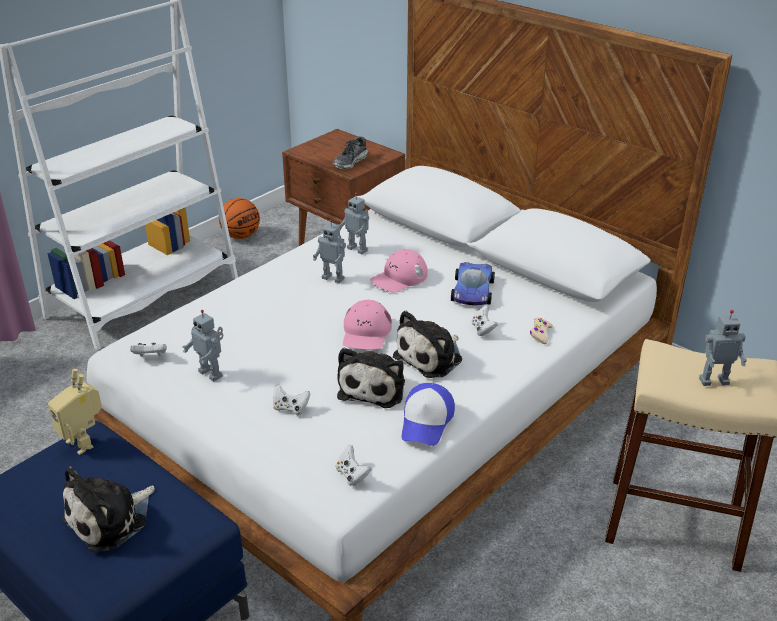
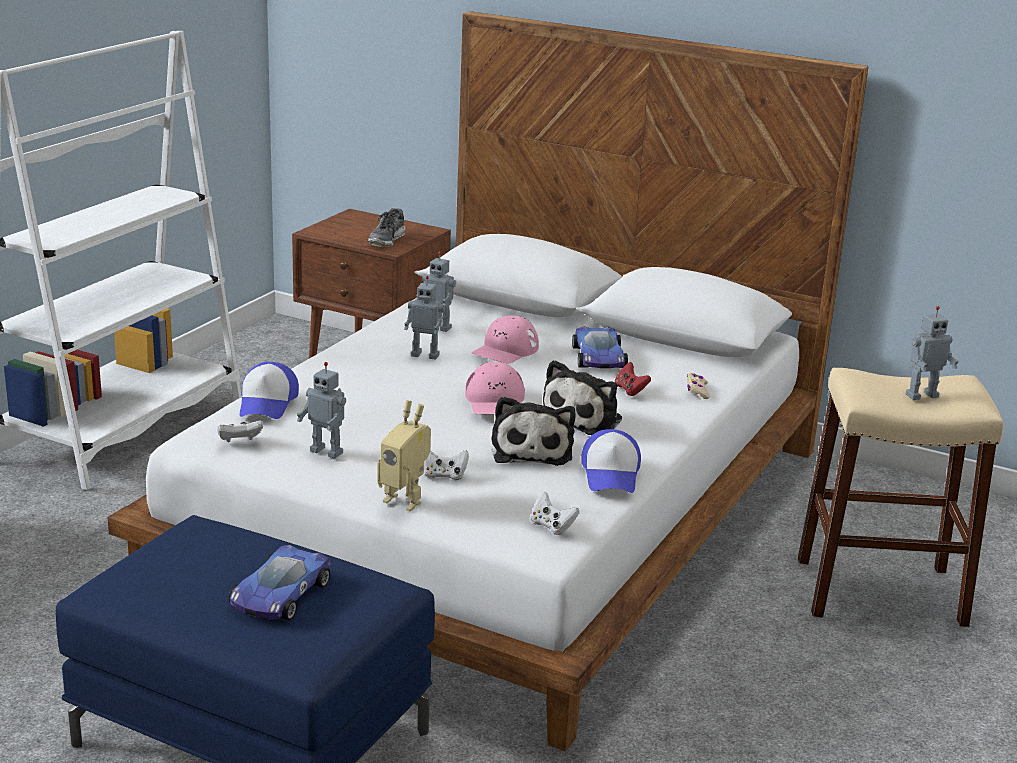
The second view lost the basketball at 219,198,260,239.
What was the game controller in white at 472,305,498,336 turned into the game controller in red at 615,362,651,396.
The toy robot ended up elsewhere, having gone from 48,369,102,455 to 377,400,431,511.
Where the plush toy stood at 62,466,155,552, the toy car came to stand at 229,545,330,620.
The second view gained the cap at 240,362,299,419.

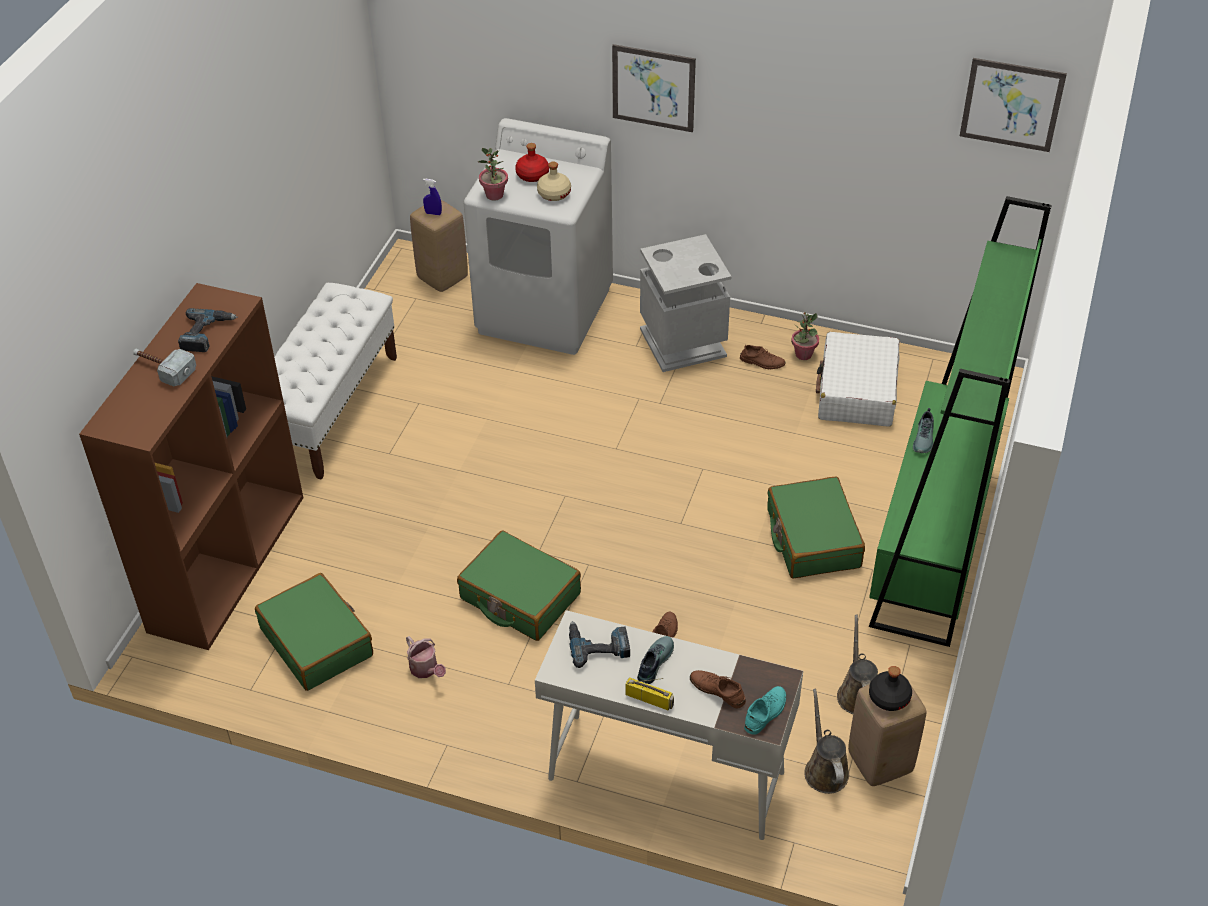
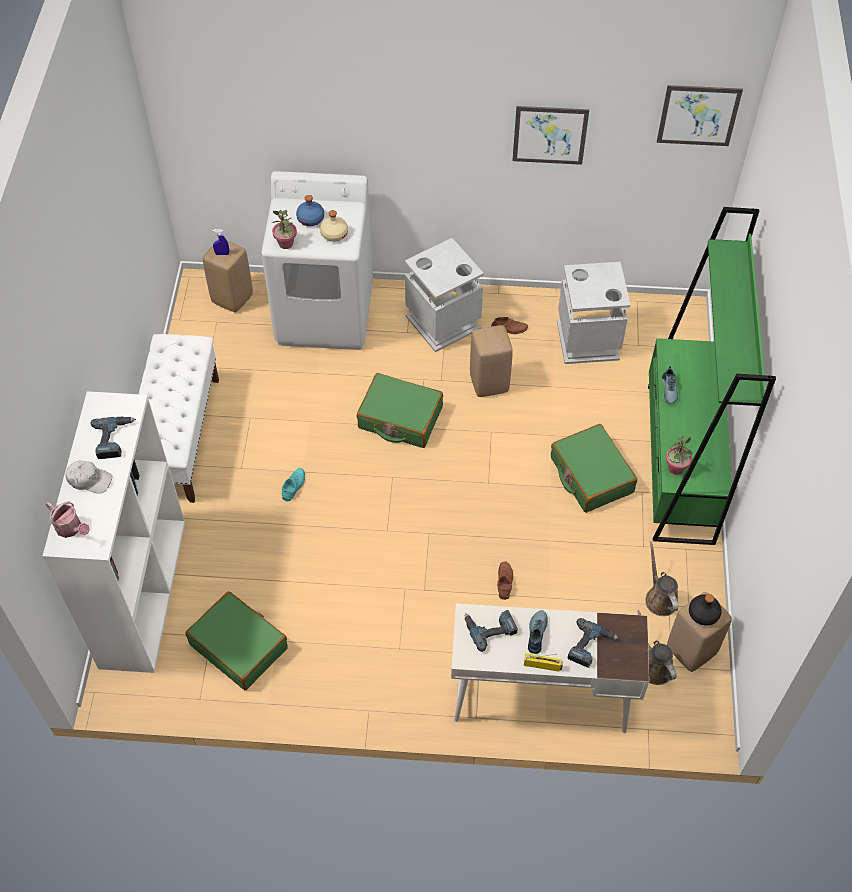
The picture ended up elsewhere, having gone from 612,44,696,132 to 512,106,589,165.
What was the bottle in red at 515,143,549,182 turned into the bottle in blue at 296,195,324,226.
What was the bookcase in brown at 79,283,303,650 turned into the bookcase in white at 43,391,185,673.
The potted plant ended up elsewhere, having gone from 791,312,819,360 to 666,436,693,475.
Where the suitcase in white stood at 816,332,900,427, the trash can in grey came to stand at 557,262,630,364.
Where the hammer stood at 133,348,196,386, the cap in white came to stand at 66,460,112,494.
The suitcase in green ended up elsewhere, having gone from 457,531,581,641 to 357,373,443,448.
The watering can ended up elsewhere, having gone from 406,636,446,678 to 46,501,90,538.
Where the shoe in brown stood at 690,670,746,708, the power drill came to stand at 567,618,619,668.
The shoe in turquoise ended up elsewhere, having gone from 744,686,786,735 to 282,468,305,501.
The second view gained the stool in beige at 470,325,513,397.

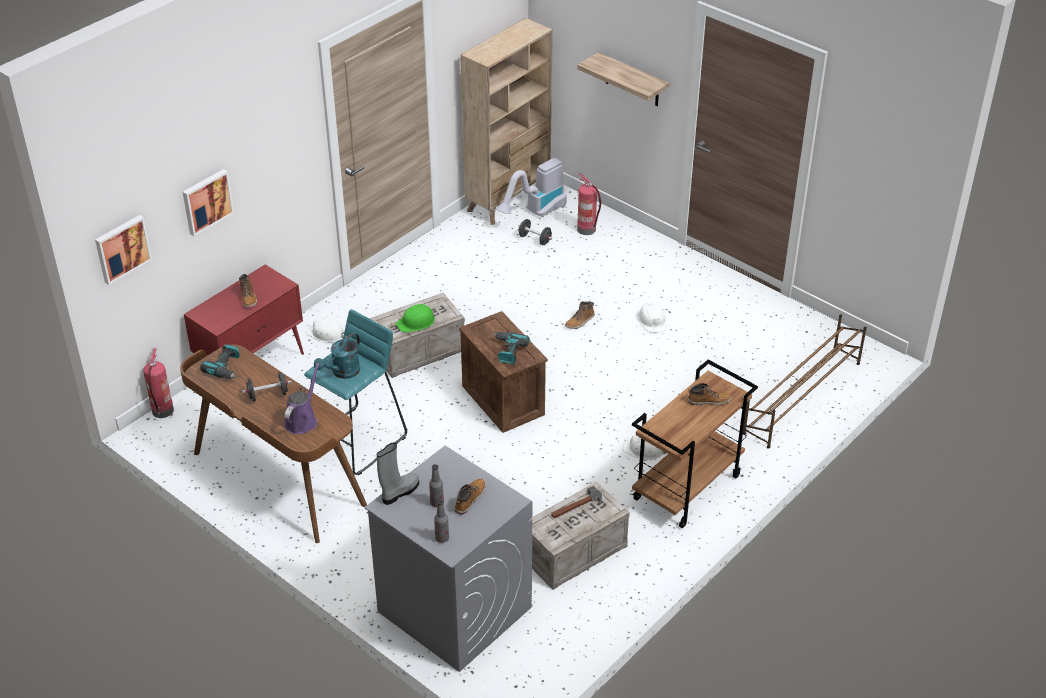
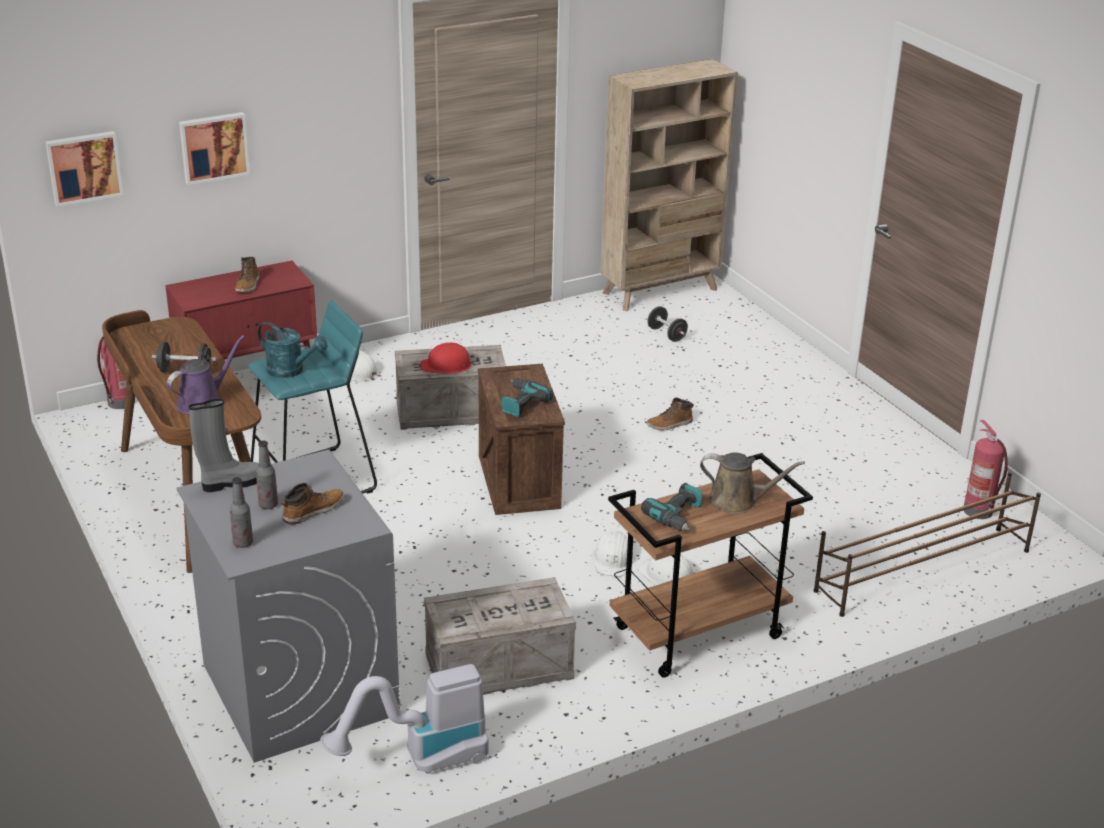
The second view lost the shelf at 577,52,669,106.
The vacuum cleaner ended up elsewhere, having gone from 496,158,567,217 to 320,664,488,774.
The fire extinguisher ended up elsewhere, having gone from 577,174,601,235 to 964,420,1008,519.
The hard hat in white ended up elsewhere, having gone from 638,302,666,333 to 593,531,634,577.
What was the hard hat in green at 396,304,435,333 turned into the hard hat in red at 420,343,474,374.
The watering can in turquoise at 314,333,360,379 ended up facing another way, 120 degrees counterclockwise from before.
The power drill ended up elsewhere, having gone from 200,344,240,379 to 641,483,703,531.
Where the boot stood at 688,383,732,405, the watering can in brown came to stand at 700,452,805,514.
The second view lost the hammer at 551,486,602,518.

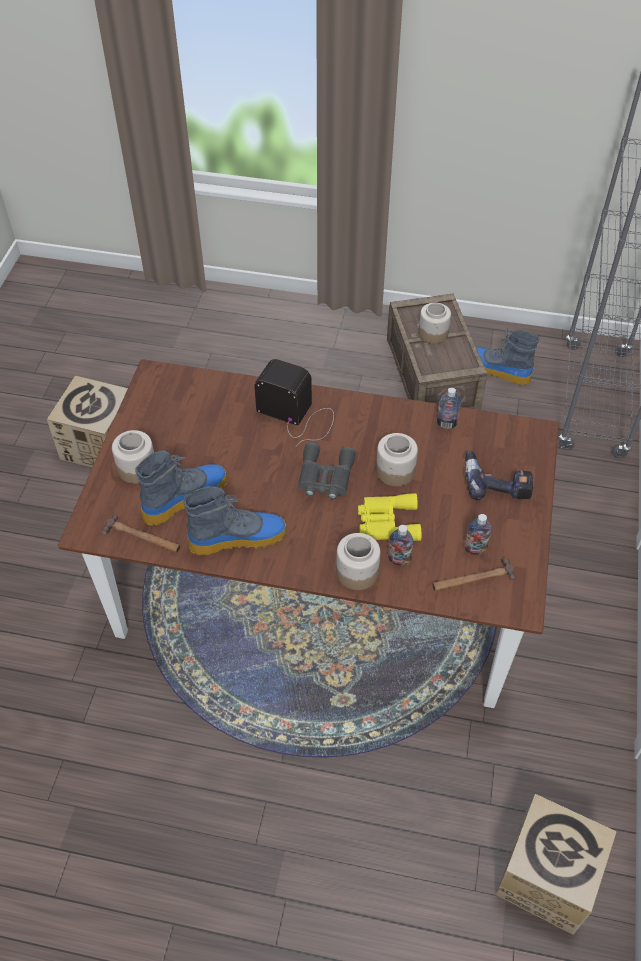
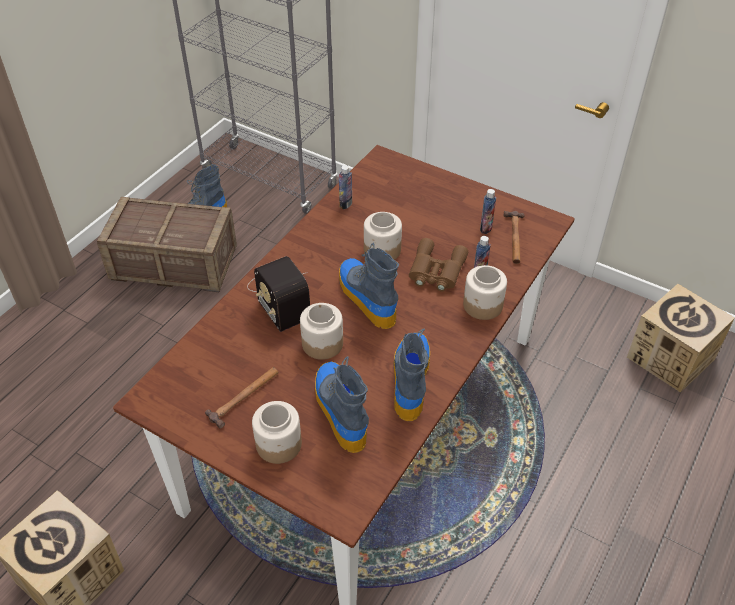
The jar ended up elsewhere, having gone from 418,303,451,344 to 300,303,343,360.
The radio at 254,359,334,447 ended up facing another way, 75 degrees counterclockwise from before.
Where the binoculars in grey stood at 298,442,356,500, the boot came to stand at 339,243,399,329.
The second view lost the power drill at 465,451,533,500.
What was the binoculars in yellow at 358,493,421,541 turned into the binoculars in brown at 409,238,468,292.
The hammer ended up elsewhere, having gone from 101,515,180,552 to 205,367,278,429.

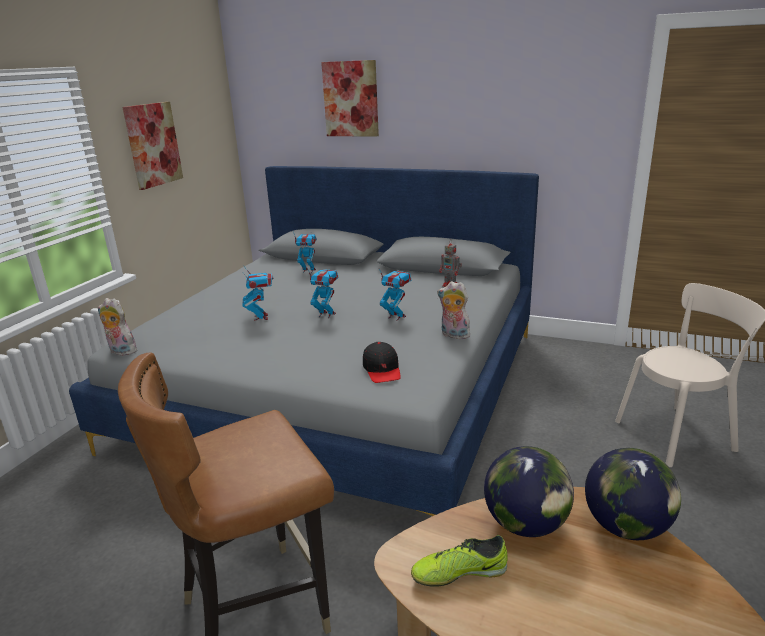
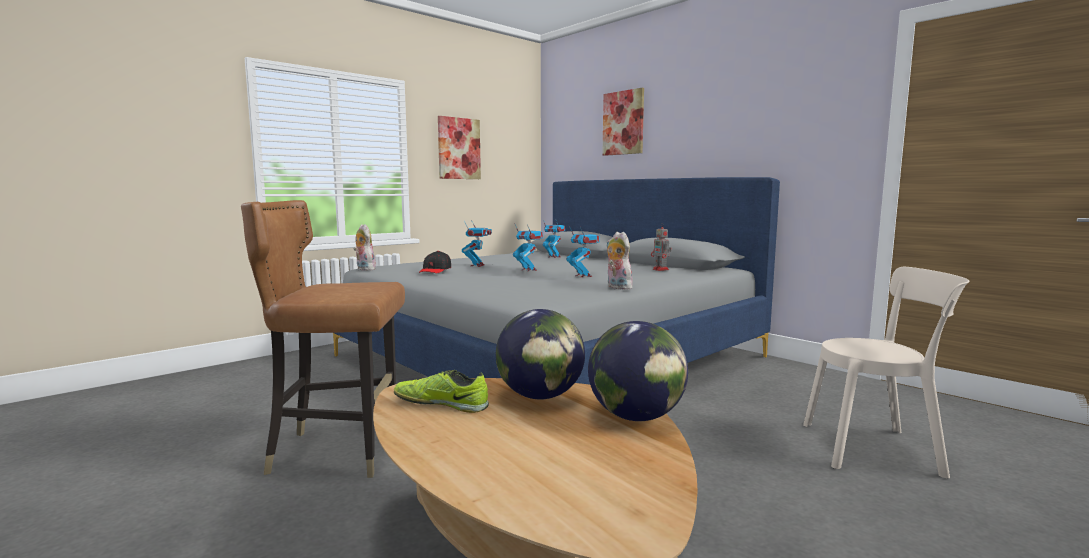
The cap in black ended up elsewhere, having gone from 363,342,401,383 to 419,251,451,273.

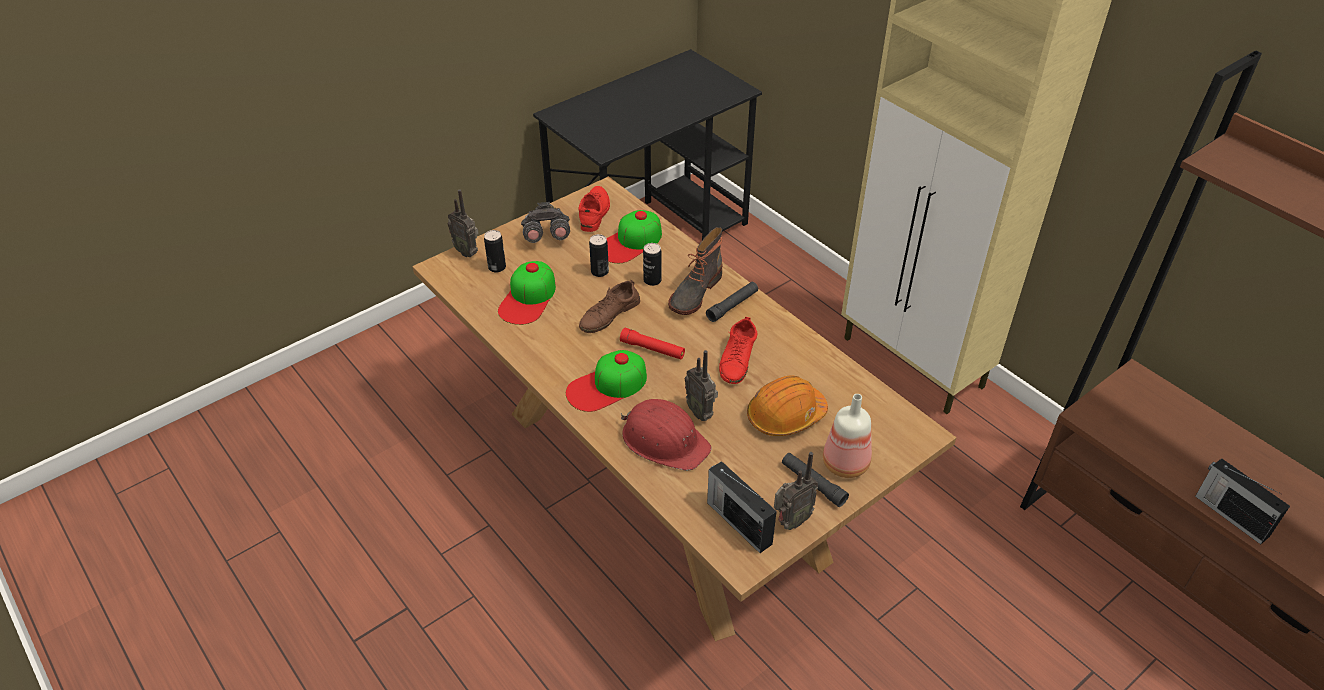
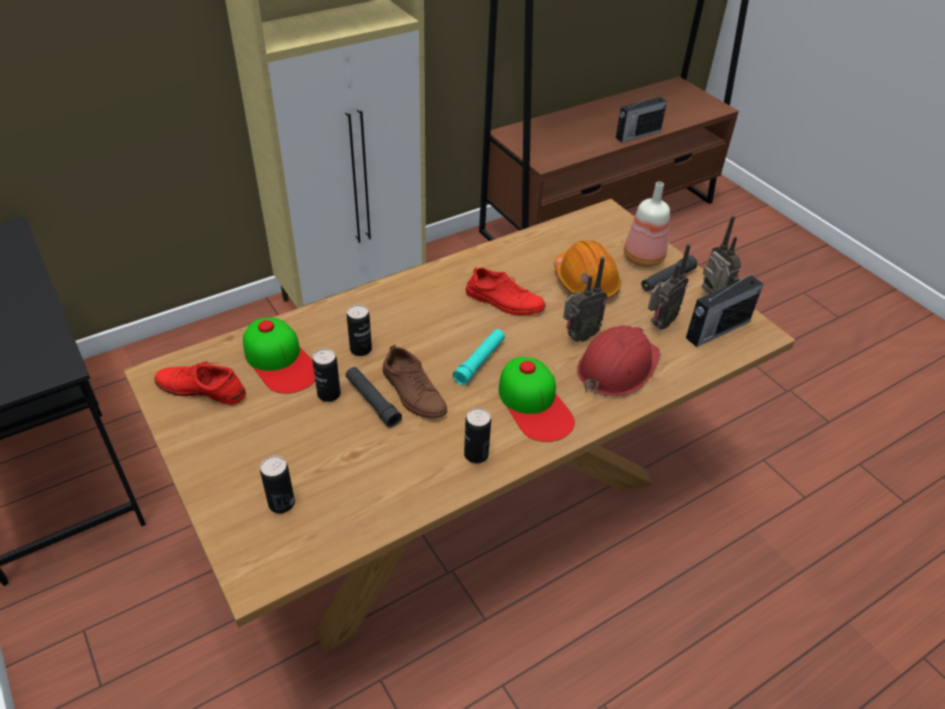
The radio ended up elsewhere, having gone from 448,189,479,257 to 648,244,691,329.
The second view lost the binoculars in grey at 521,202,570,243.
The second view lost the boot at 668,227,723,315.
The second view lost the cap at 498,261,556,325.
The flashlight in black ended up elsewhere, having gone from 706,282,758,322 to 346,367,402,428.
What was the flashlight in red at 620,328,685,359 turned into the flashlight in turquoise at 453,329,505,385.
The second view gained the can at 464,408,491,463.

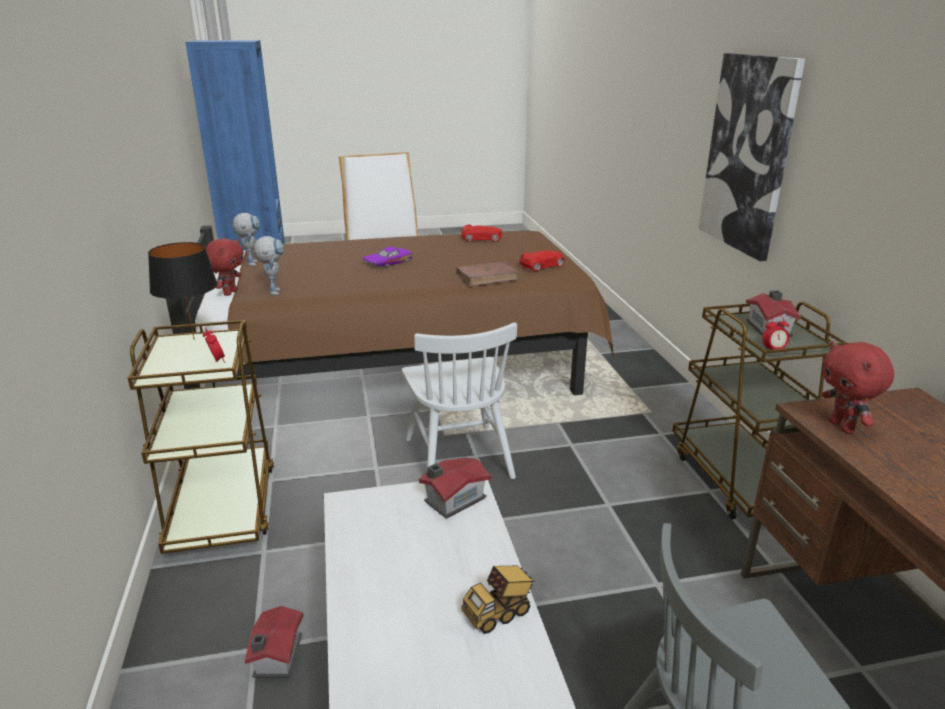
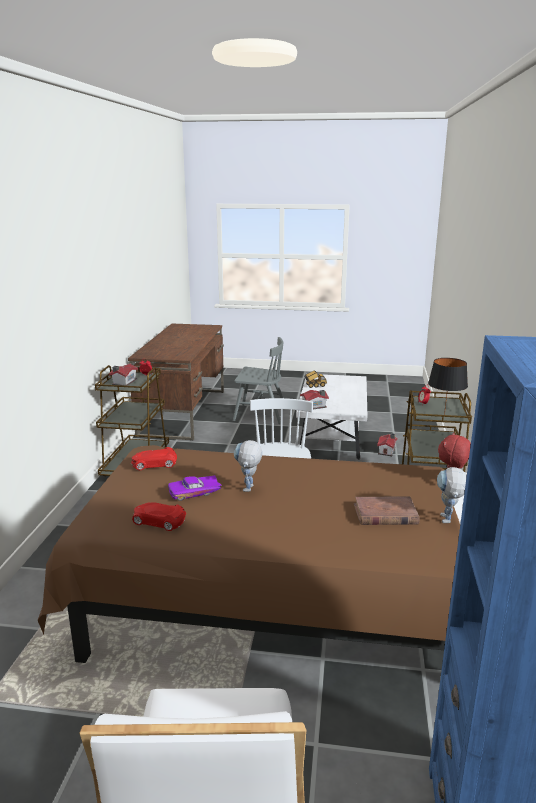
The second view lost the picture at 698,53,805,261.
The toy robot ended up elsewhere, having gone from 254,236,284,295 to 234,440,262,492.
The toy car in purple ended up elsewhere, having gone from 362,247,412,267 to 168,475,222,501.
The book in brown ended up elsewhere, having gone from 456,262,520,287 to 354,496,419,525.
The second view lost the plush toy in red at 822,341,894,434.

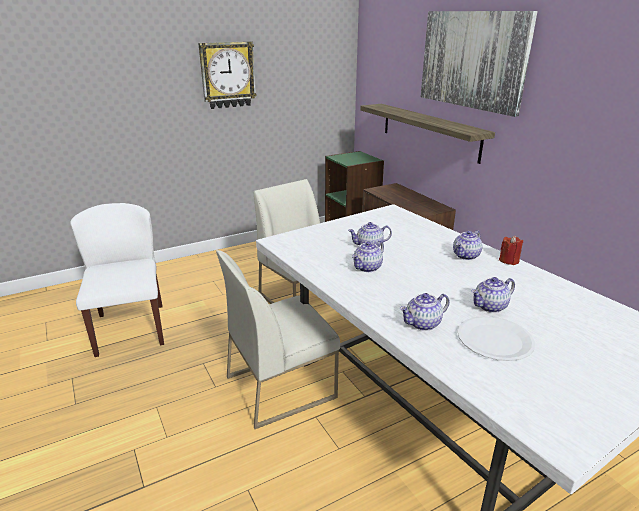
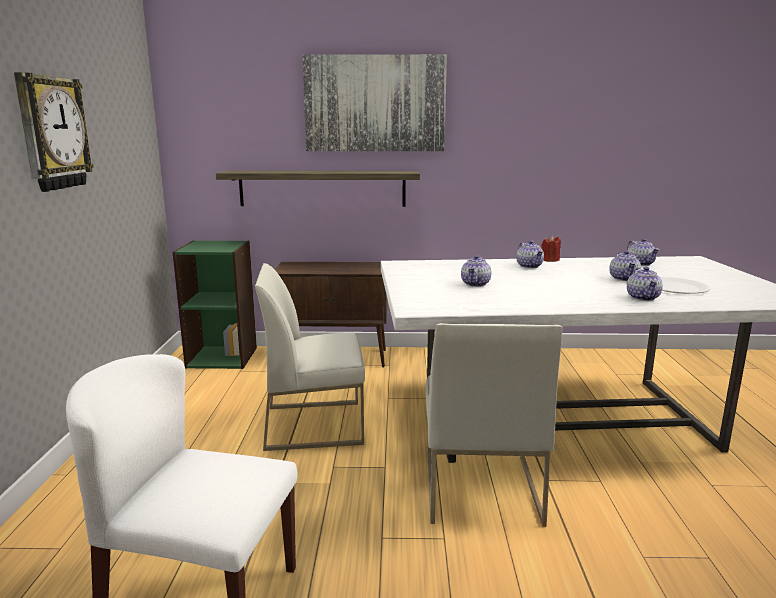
The teapot ended up elsewhere, having gone from 352,241,384,272 to 627,238,659,266.

